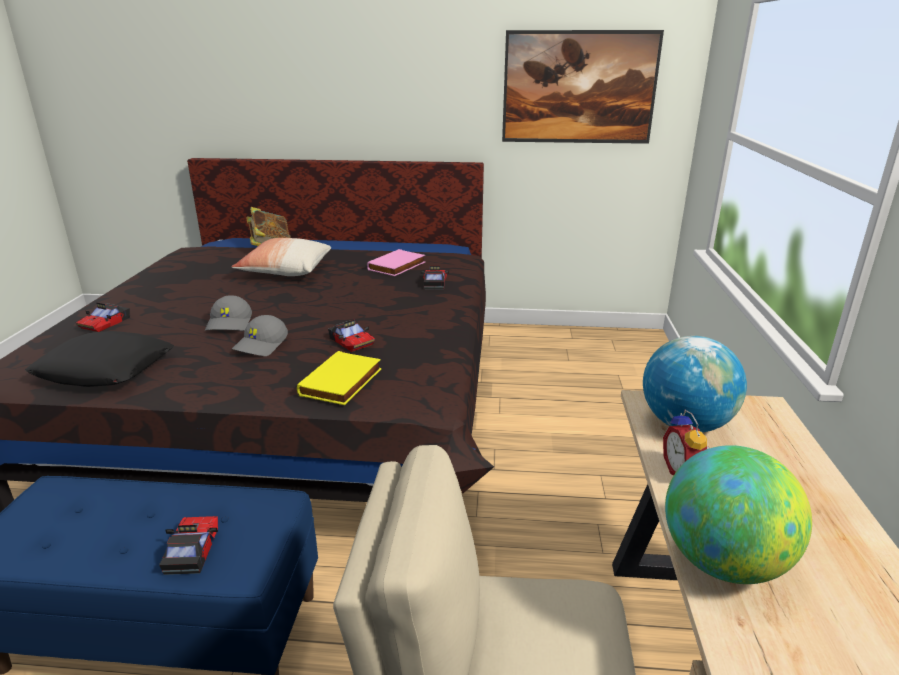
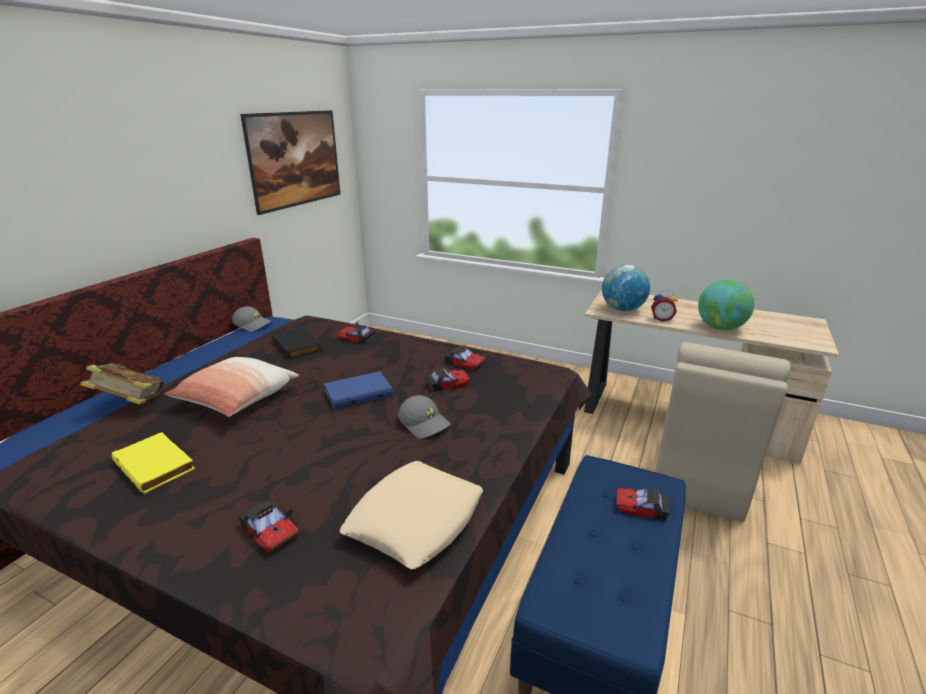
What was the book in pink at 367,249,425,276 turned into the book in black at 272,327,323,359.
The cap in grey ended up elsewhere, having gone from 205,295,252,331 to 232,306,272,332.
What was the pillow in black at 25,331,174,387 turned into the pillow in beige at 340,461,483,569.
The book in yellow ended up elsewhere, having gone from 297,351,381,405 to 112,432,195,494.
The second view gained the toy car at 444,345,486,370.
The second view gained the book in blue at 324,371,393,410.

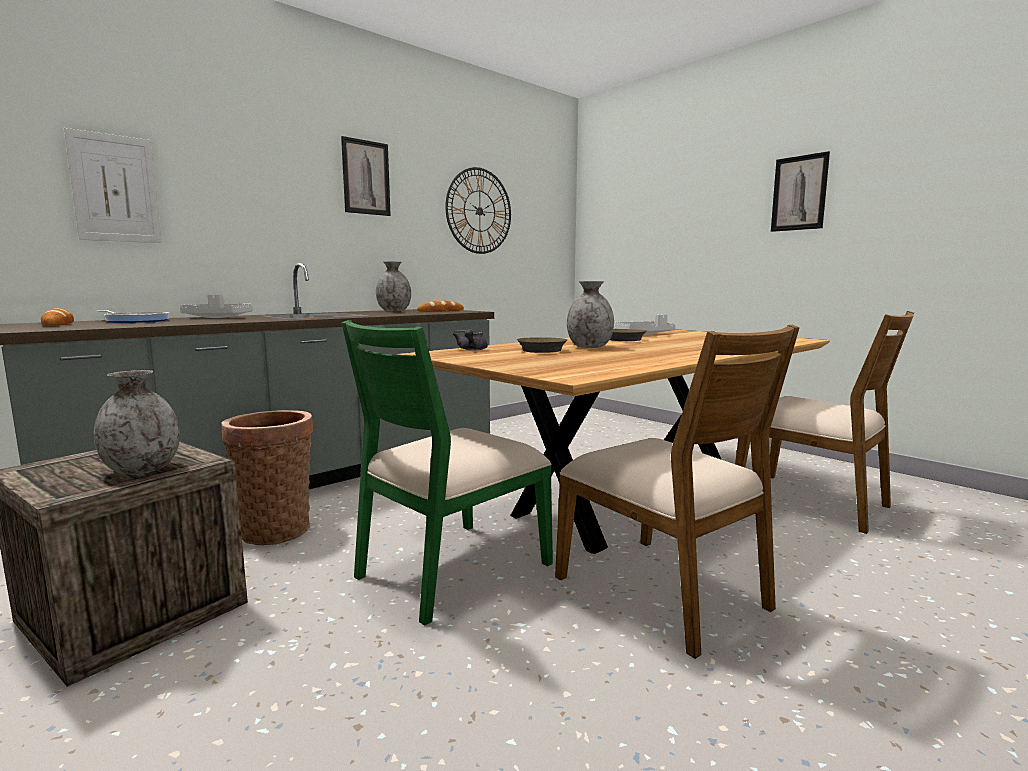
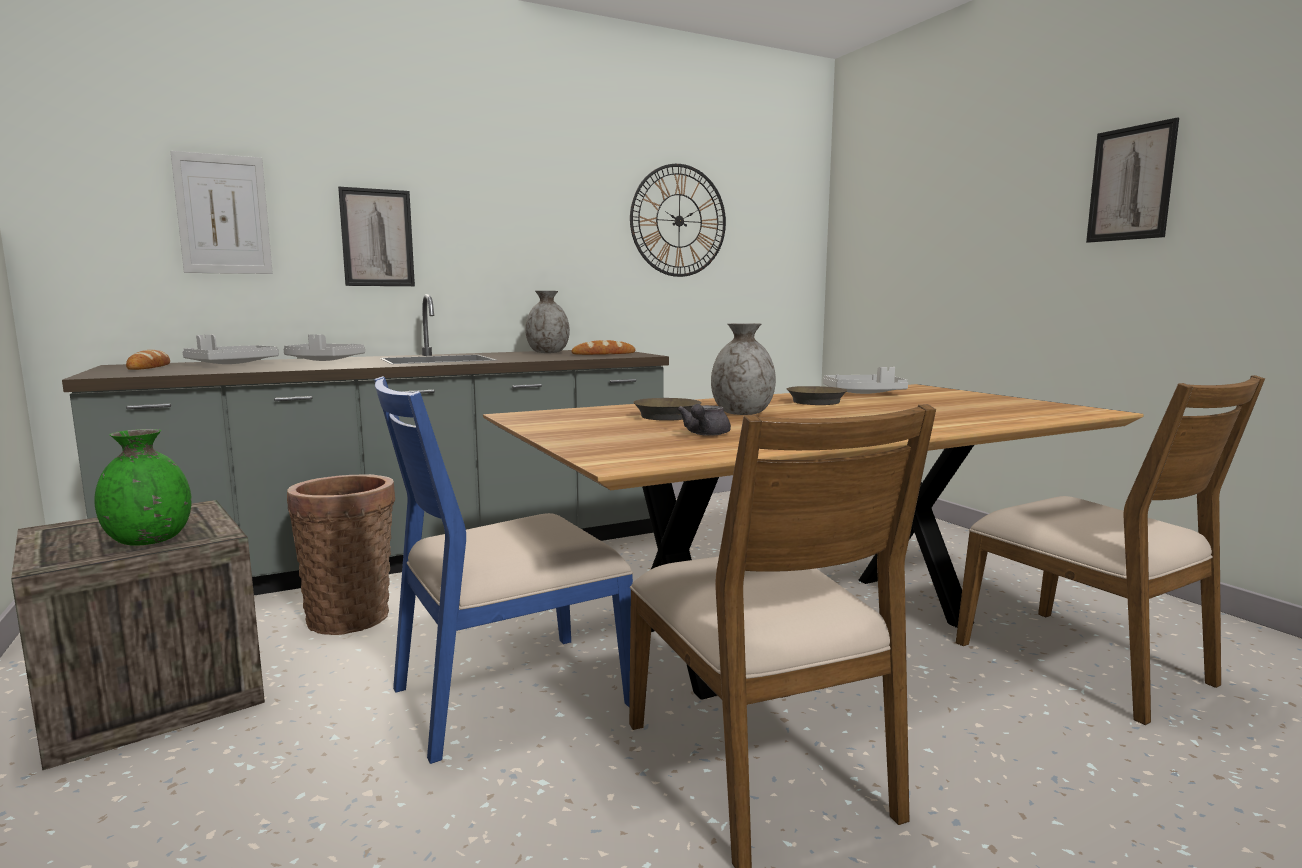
The picture ended up elsewhere, having gone from 341,136,391,216 to 338,187,415,286.
Where the frying pan stood at 97,310,169,323, the tray in grey came to stand at 182,335,279,364.
What was the chair in green at 341,320,553,626 turned into the chair in blue at 374,376,633,764.
The teapot in grey ended up elsewhere, having gone from 453,329,487,350 to 677,404,731,436.
What was the vase in grey at 94,370,180,475 turned into the vase in green at 94,429,192,546.

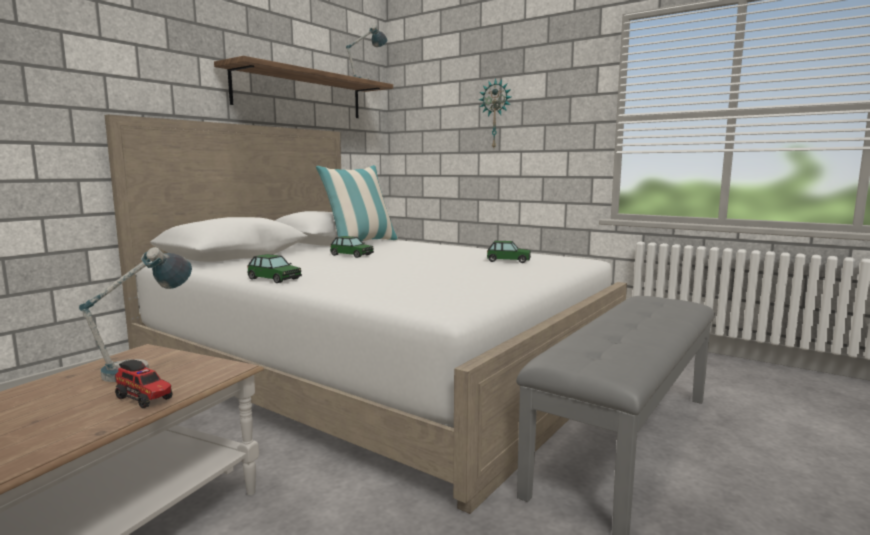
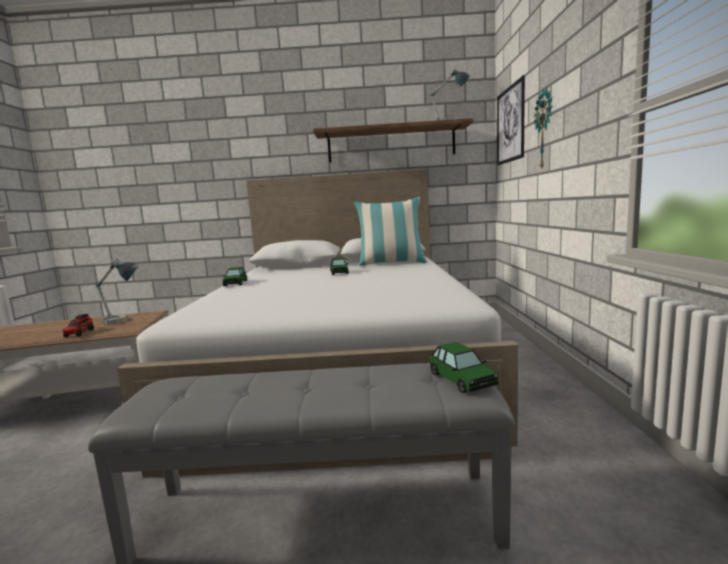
The toy car ended up elsewhere, having gone from 487,241,531,263 to 430,342,499,393.
The second view gained the picture at 497,75,525,165.

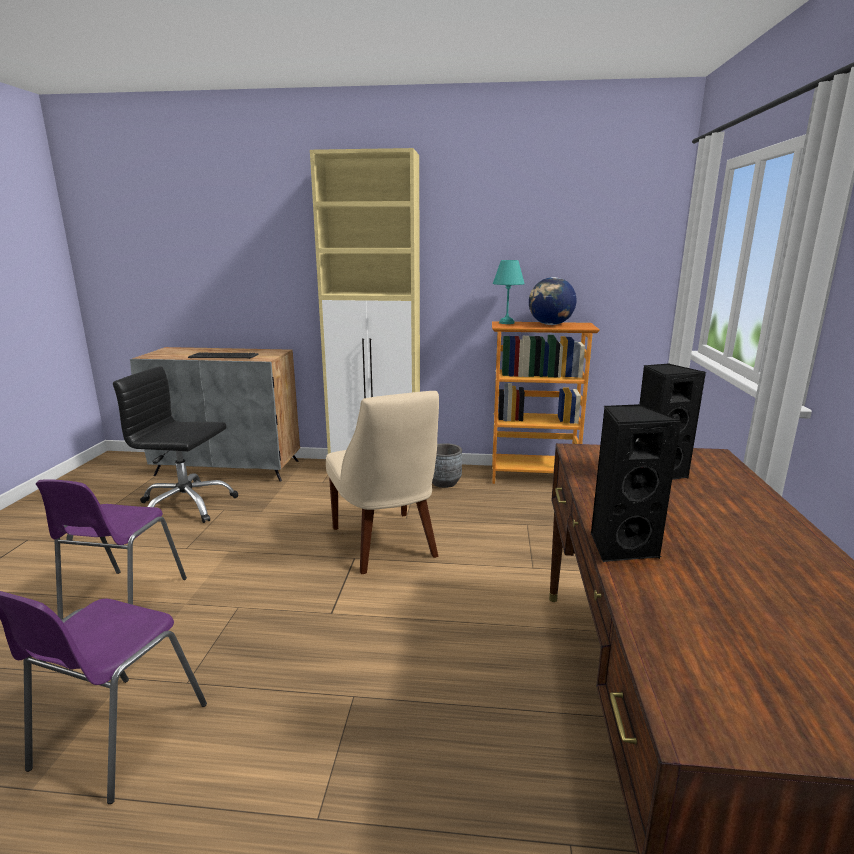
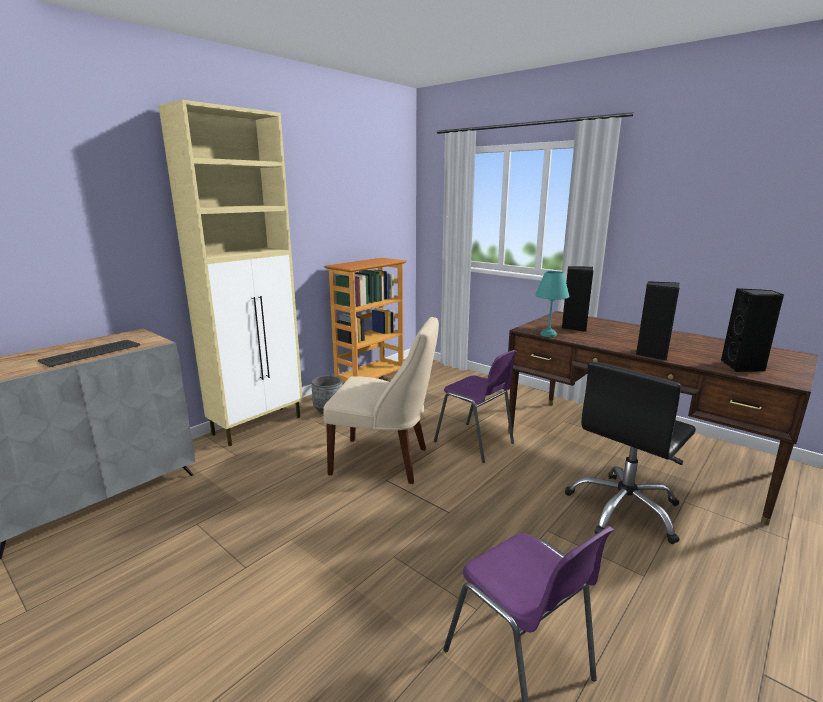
The table lamp in turquoise ended up elsewhere, having gone from 493,260,525,324 to 535,271,569,337.
The second view lost the globe at 529,277,576,325.
The office chair in black ended up elsewhere, having gone from 113,366,238,523 to 565,361,696,544.
The chair in purple ended up elsewhere, having gone from 36,479,187,620 to 434,350,517,463.
The second view gained the speaker in black at 721,288,784,372.

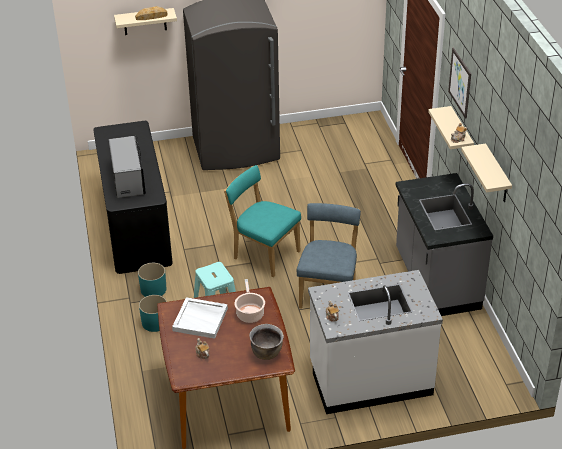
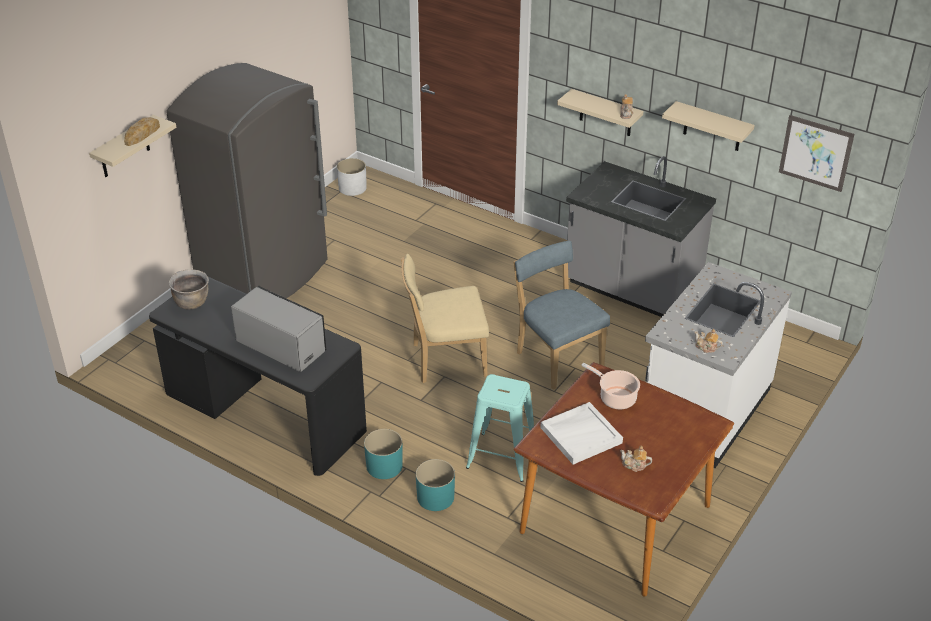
The picture ended up elsewhere, having gone from 448,48,471,119 to 779,115,855,192.
What was the chair in turquoise at 224,165,301,277 turned into the chair in beige at 401,254,489,383.
The cooking pot in brown ended up elsewhere, having gone from 250,324,284,360 to 168,269,209,310.
The second view gained the planter in white at 337,158,367,196.

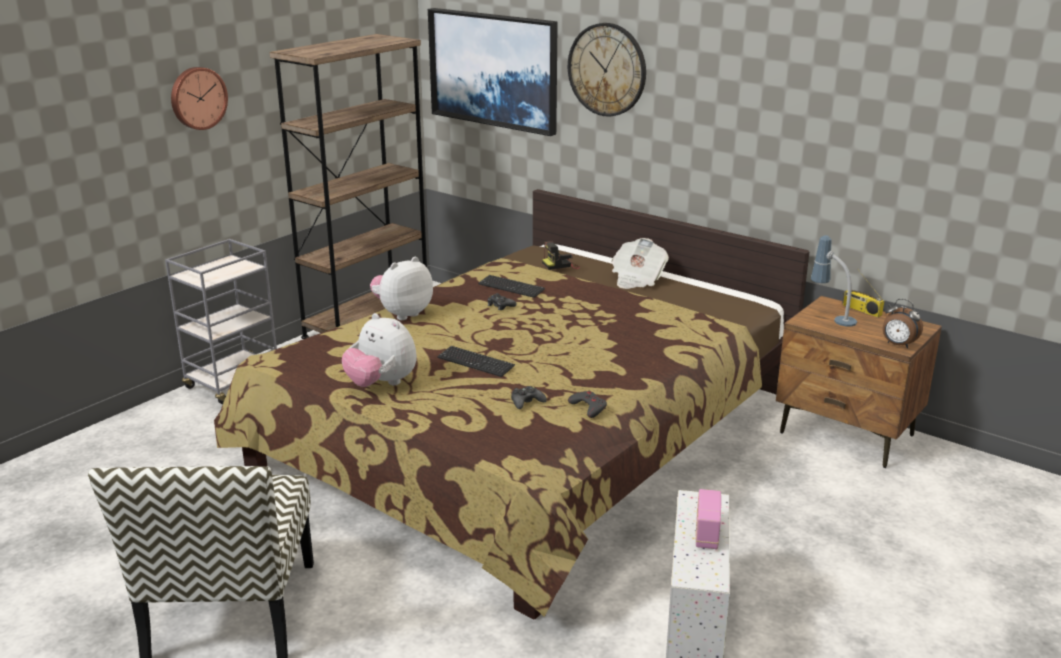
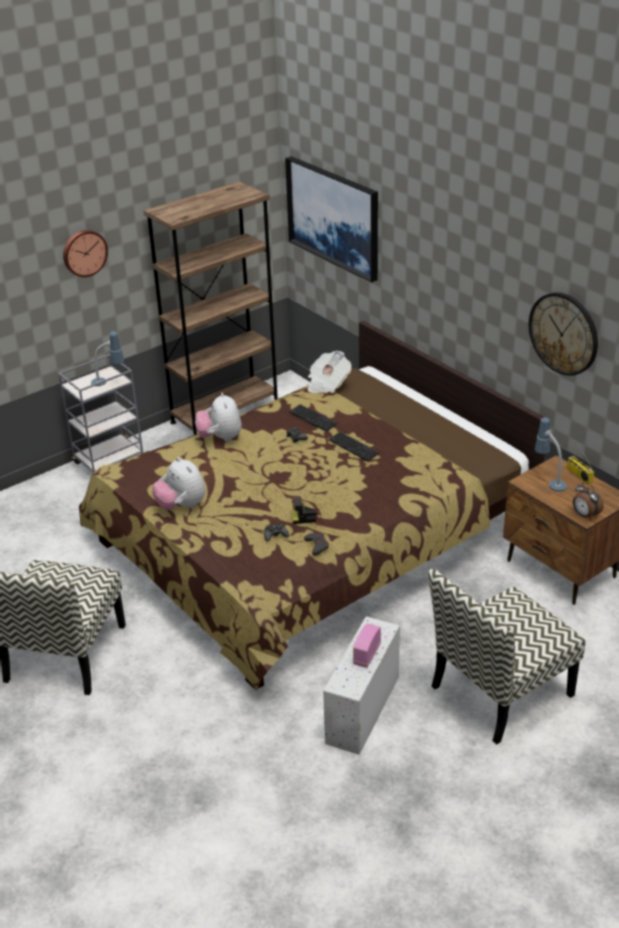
The wall clock ended up elsewhere, having gone from 568,23,646,117 to 529,292,598,376.
The newspaper ended up elsewhere, having gone from 611,238,669,289 to 308,351,352,393.
The photo camera ended up elsewhere, having gone from 542,241,580,270 to 291,496,324,526.
The plush toy at 370,257,433,320 ended up facing another way, 75 degrees counterclockwise from before.
The keyboard ended up elsewhere, having gone from 437,346,515,377 to 328,432,379,462.
The second view gained the table lamp at 91,331,124,386.
The second view gained the chair at 428,568,585,745.

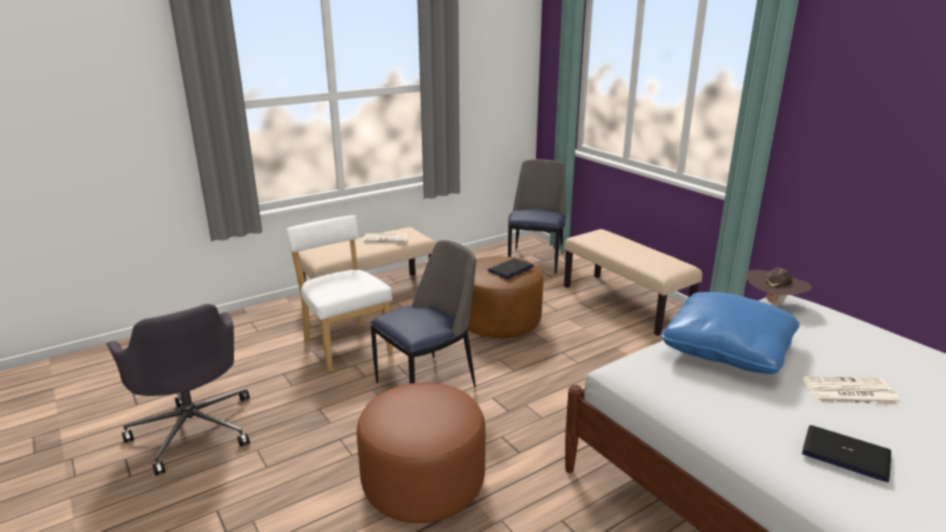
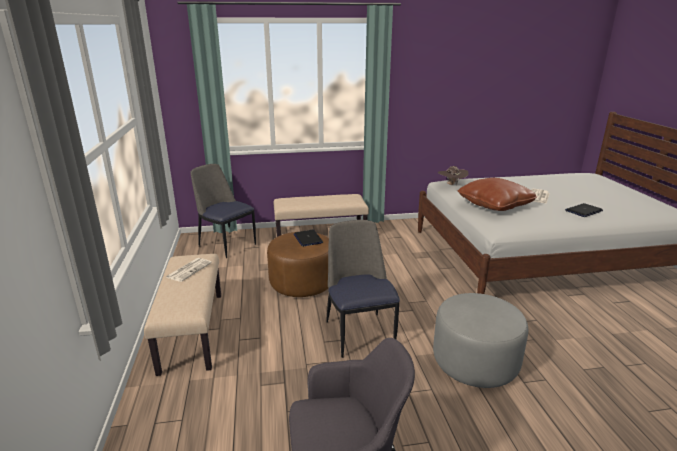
The second view lost the chair in white at 286,215,393,372.
What was the pillow in blue at 661,292,800,374 turned into the pillow in brown at 458,178,537,211.
What was the ottoman in brown at 357,383,486,523 turned into the ottoman in grey at 433,293,528,388.

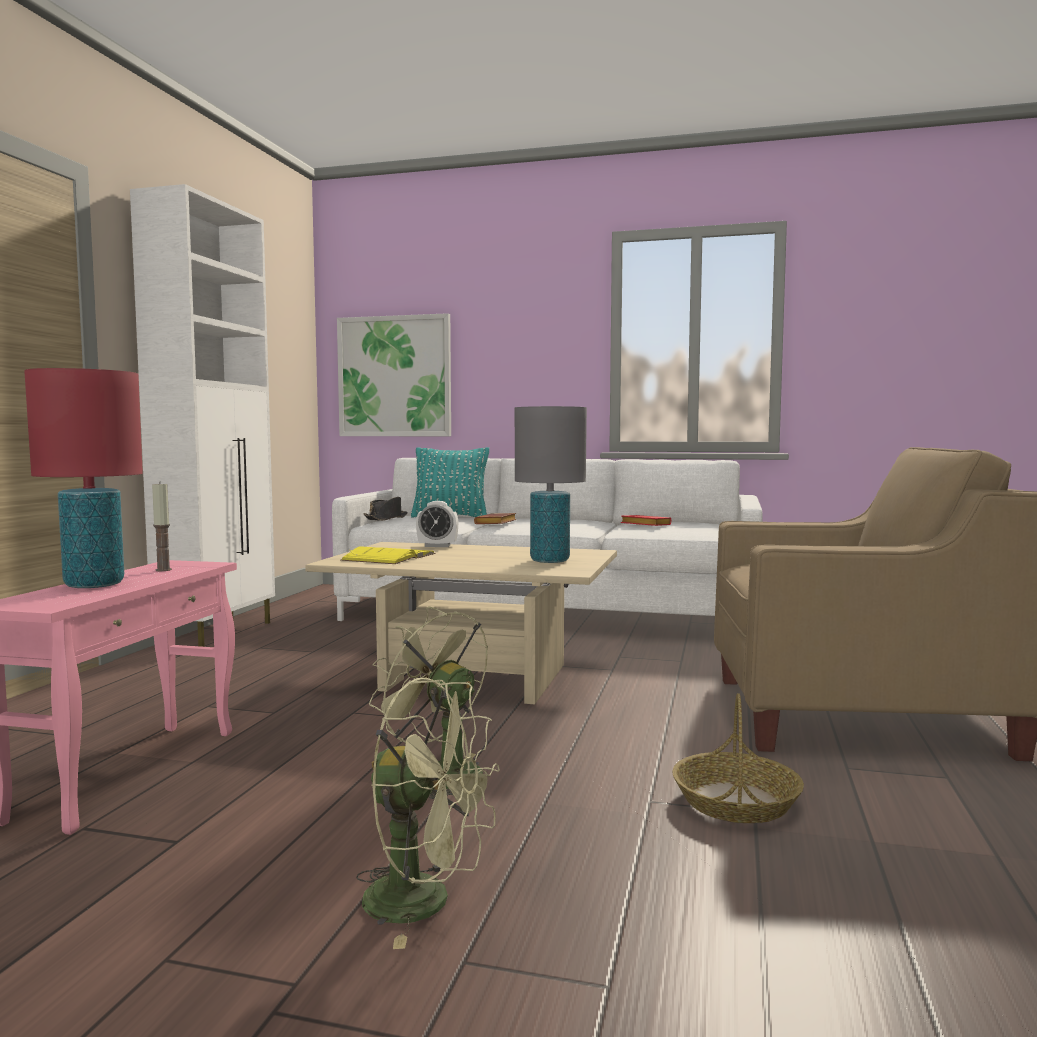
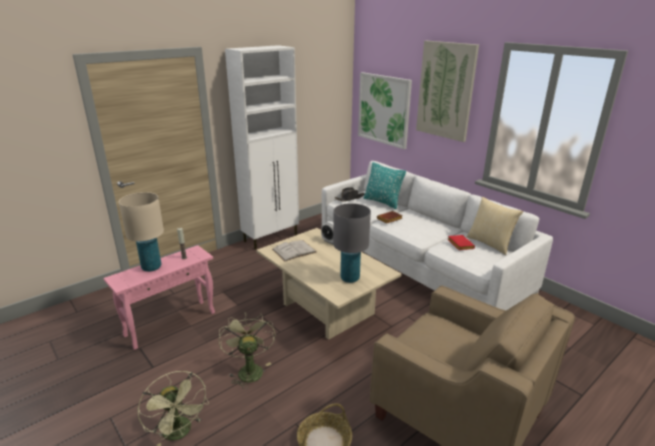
What was the table lamp in red at 24,368,143,588 turned into the table lamp in beige at 119,192,164,272.
What was the book in yellow at 340,546,435,564 turned into the book in white at 272,240,317,261.
The second view gained the picture at 416,41,479,142.
The second view gained the pillow at 466,197,523,255.

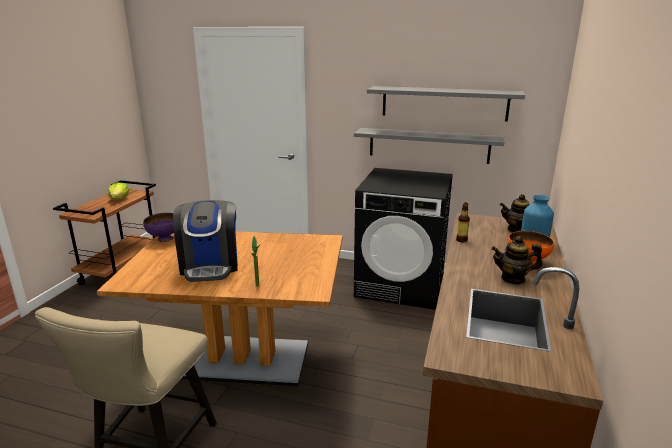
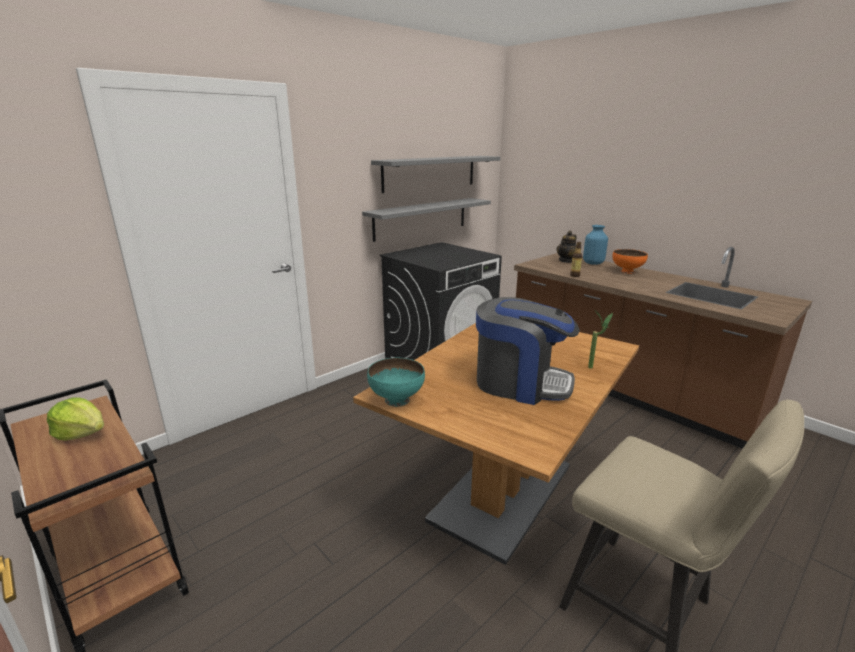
What was the bowl in purple at 143,213,174,242 turned into the bowl in turquoise at 367,358,425,407.
The second view lost the teapot at 491,236,543,284.

